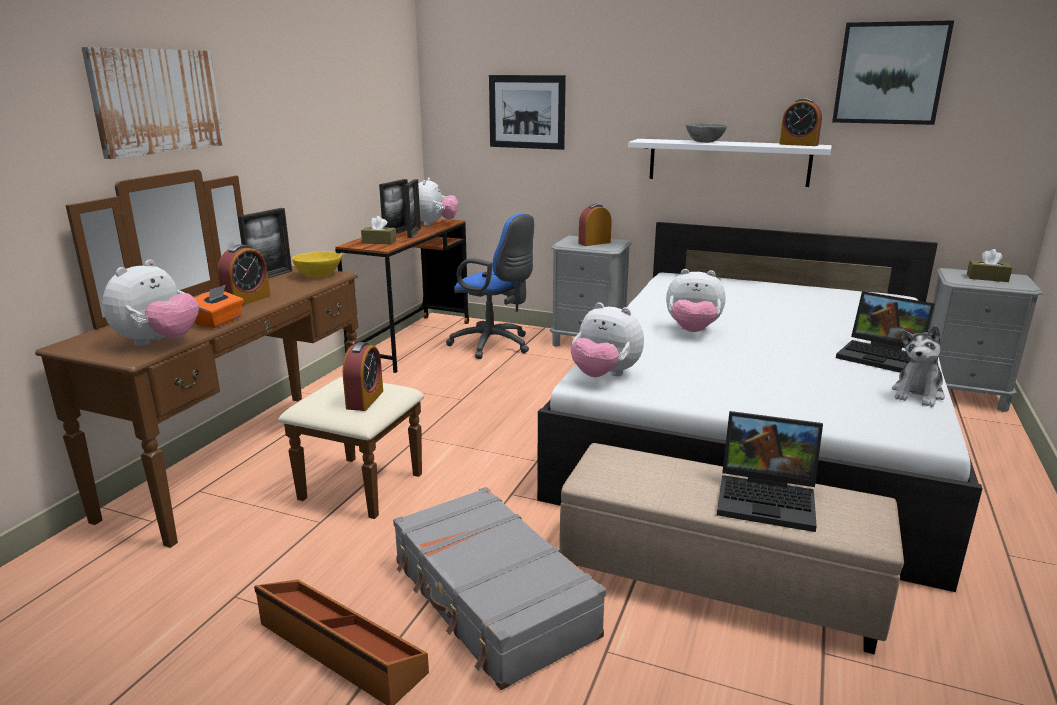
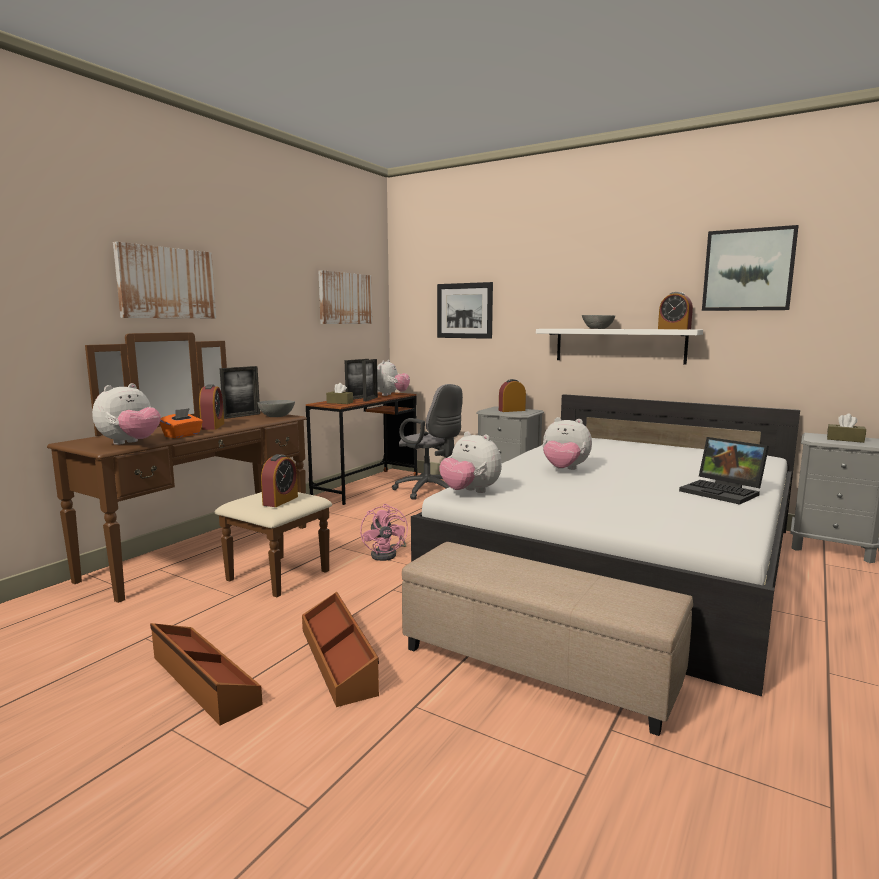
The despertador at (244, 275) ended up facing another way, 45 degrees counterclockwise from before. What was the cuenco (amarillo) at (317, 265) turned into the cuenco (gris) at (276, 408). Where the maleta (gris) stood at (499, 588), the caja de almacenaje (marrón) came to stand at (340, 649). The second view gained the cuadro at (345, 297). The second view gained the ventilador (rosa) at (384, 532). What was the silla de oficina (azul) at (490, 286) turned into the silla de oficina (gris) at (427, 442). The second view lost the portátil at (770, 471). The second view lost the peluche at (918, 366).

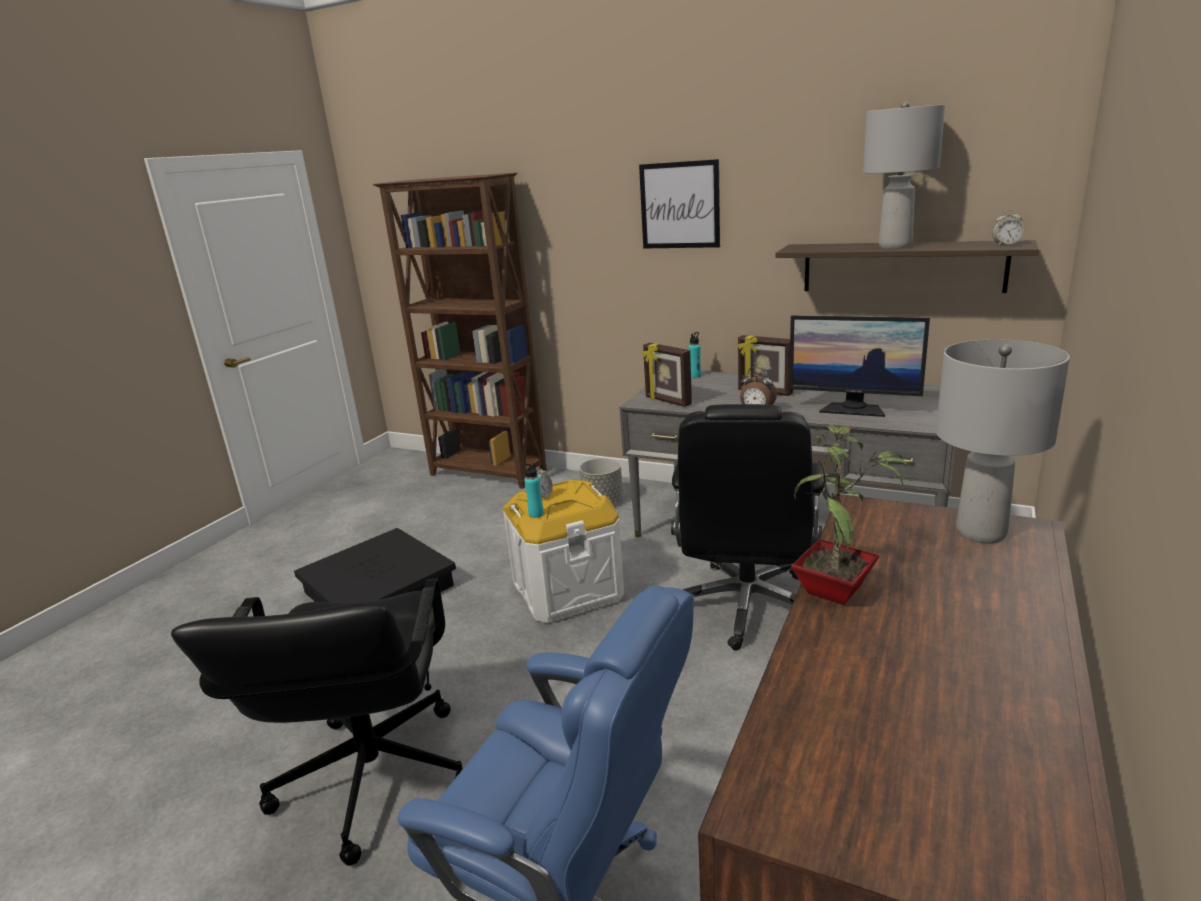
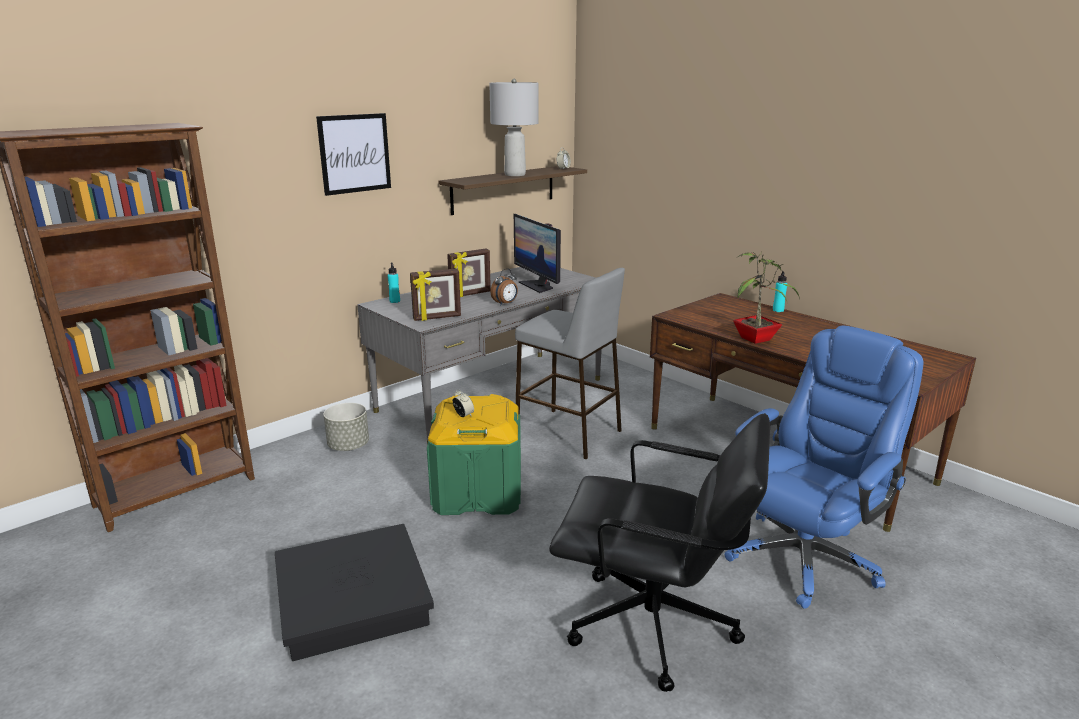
What was the caja de almacenaje (blanco) at (563, 551) turned into the caja de almacenaje (verde) at (474, 454). The monitor at (859, 366) ended up facing another way, 105 degrees clockwise from before. Where the silla de oficina (negro) stood at (747, 527), the taburete (gris) came to stand at (570, 363). The botella (turquesa) ended up elsewhere, having gone from (533, 490) to (780, 291). The second view lost the lámpara de mesa (gris) at (1003, 441).

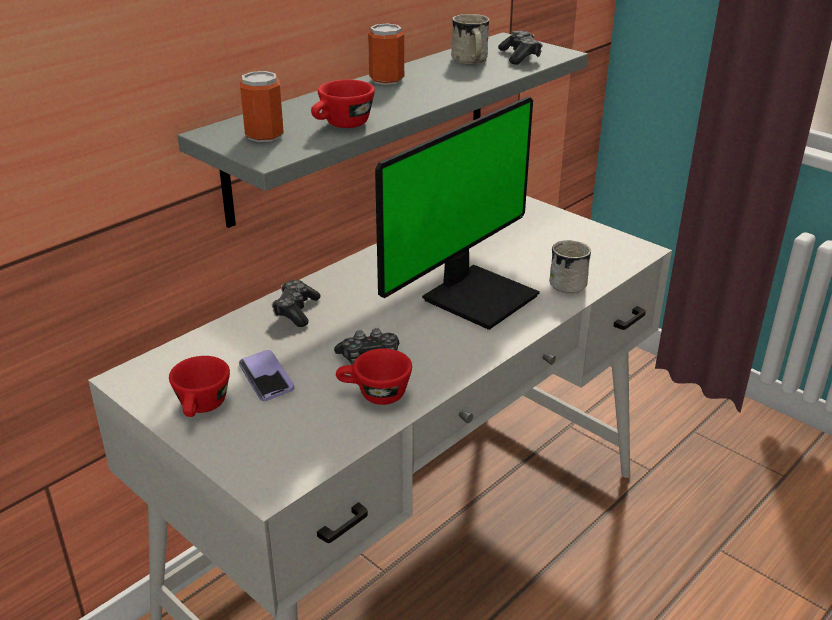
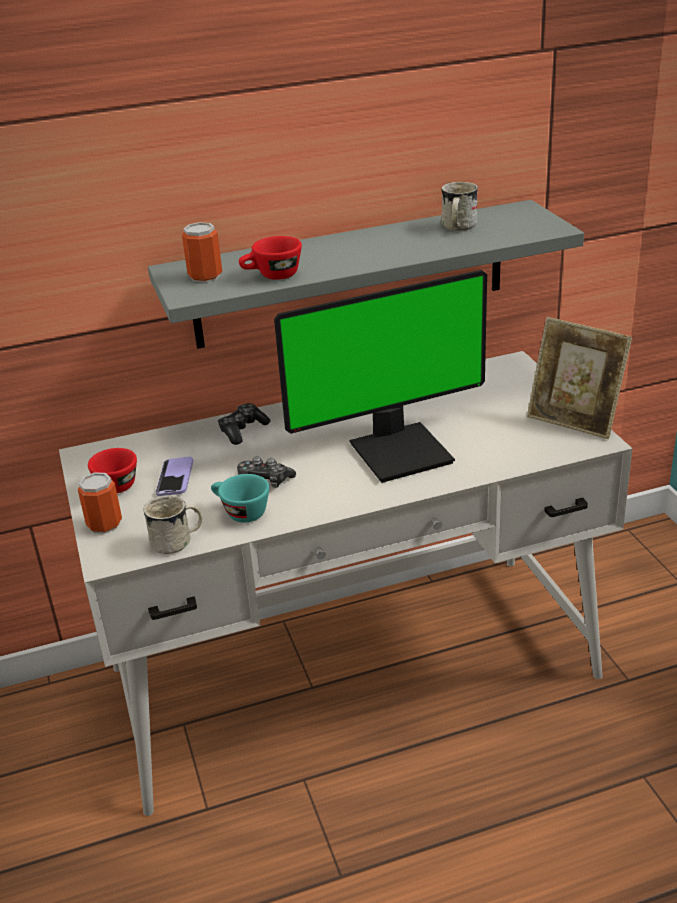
The lata ended up elsewhere, having gone from (386, 54) to (100, 503). The taza grande (blanco) ended up elsewhere, having gone from (570, 267) to (172, 524). What was the taza (rojo) at (374, 376) turned into the taza (turquesa) at (240, 498). The second view gained the portarretratos at (579, 378). The second view lost the mando de consola at (520, 48).

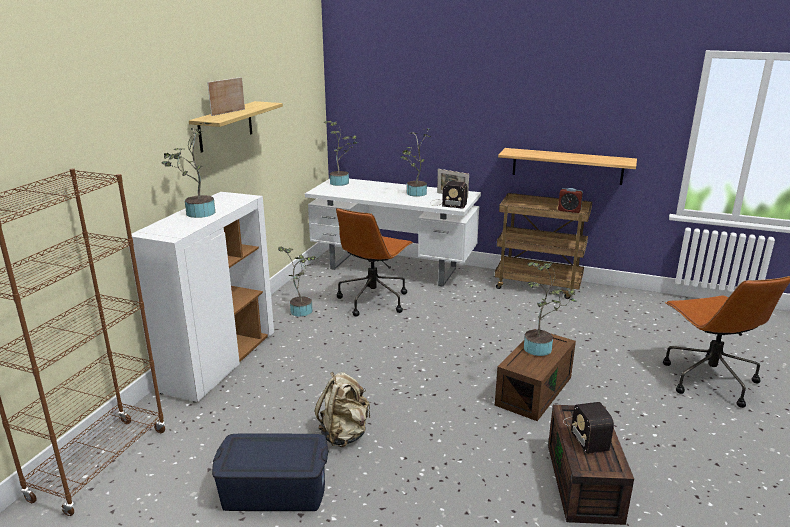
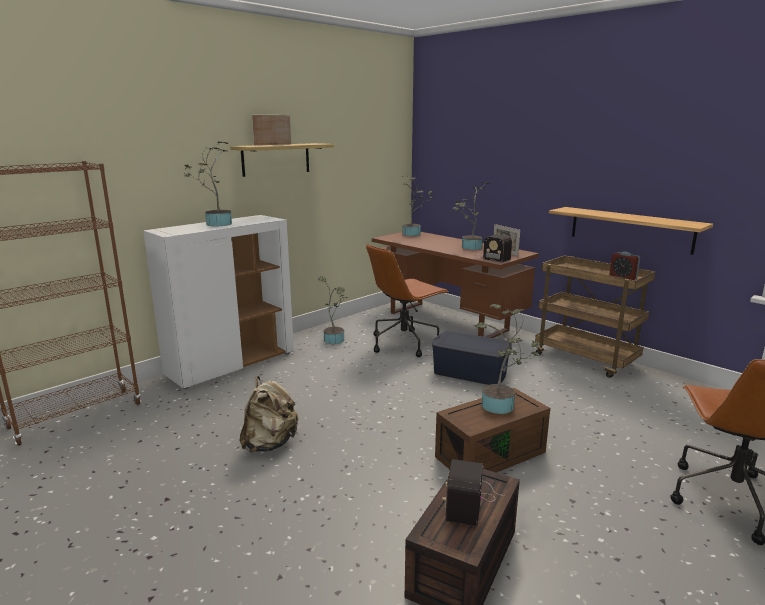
What was the escritorio (blanco) at (393, 233) turned into the escritorio (marrón) at (455, 285). The caja de almacenaje (azul) ended up elsewhere, having gone from (270, 472) to (472, 358).

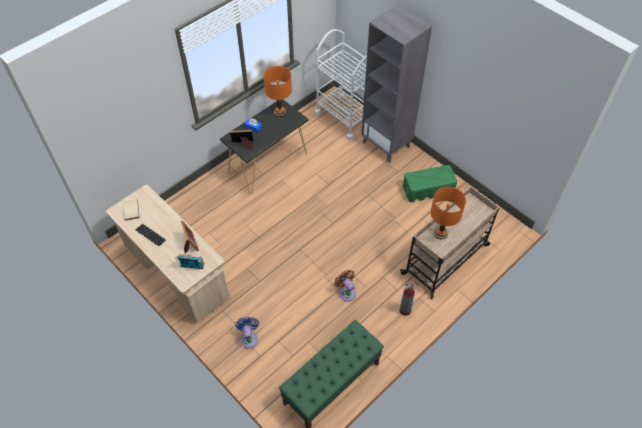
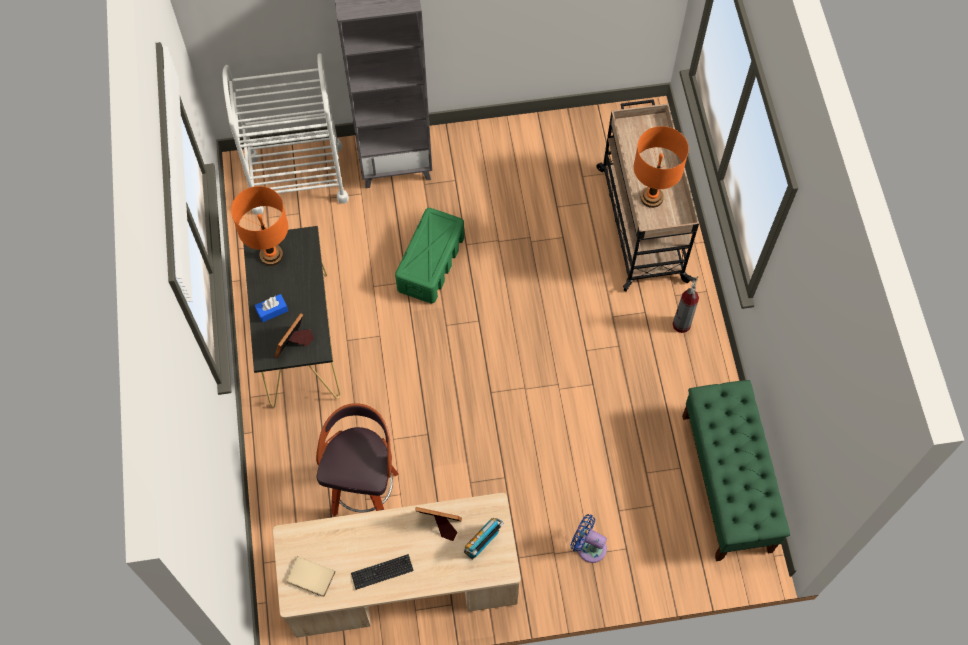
The second view gained the taburete at (357, 459). The caja de almacenaje (verde) ended up elsewhere, having gone from (430, 183) to (429, 255). The second view lost the ventilador (marrón) at (345, 286).

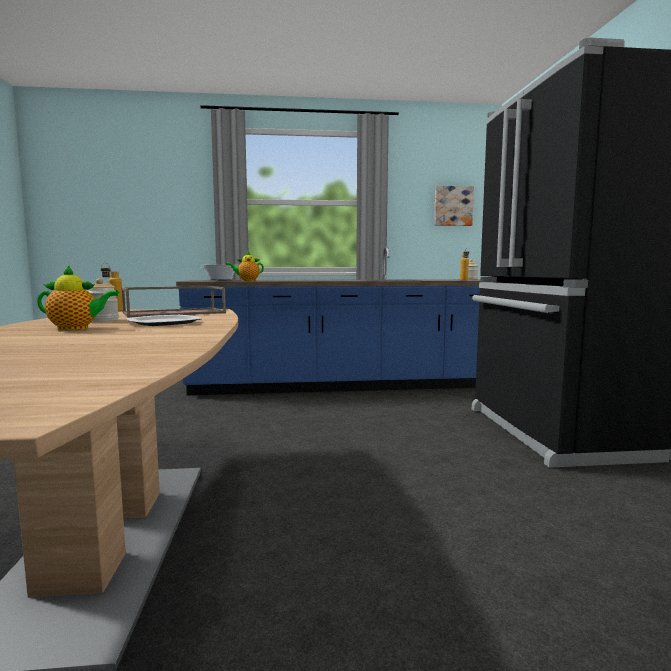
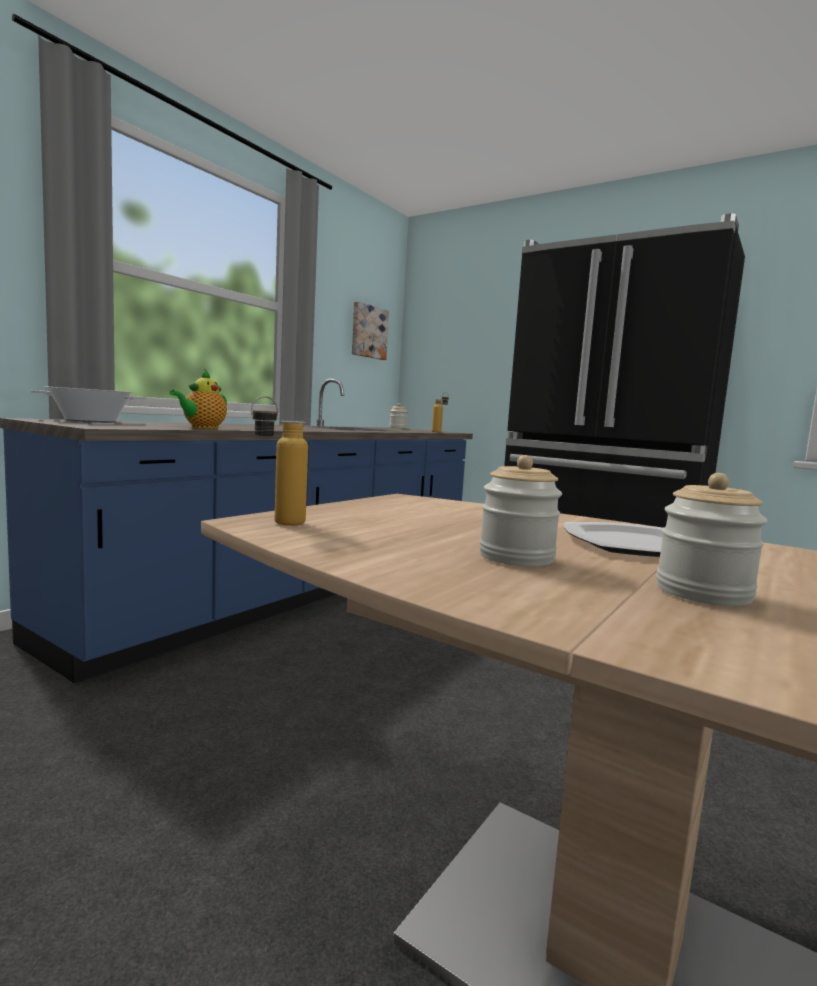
Where the tetera stood at (78, 297), the tarro came to stand at (711, 539). The second view lost the bandeja (marrón) at (173, 302).

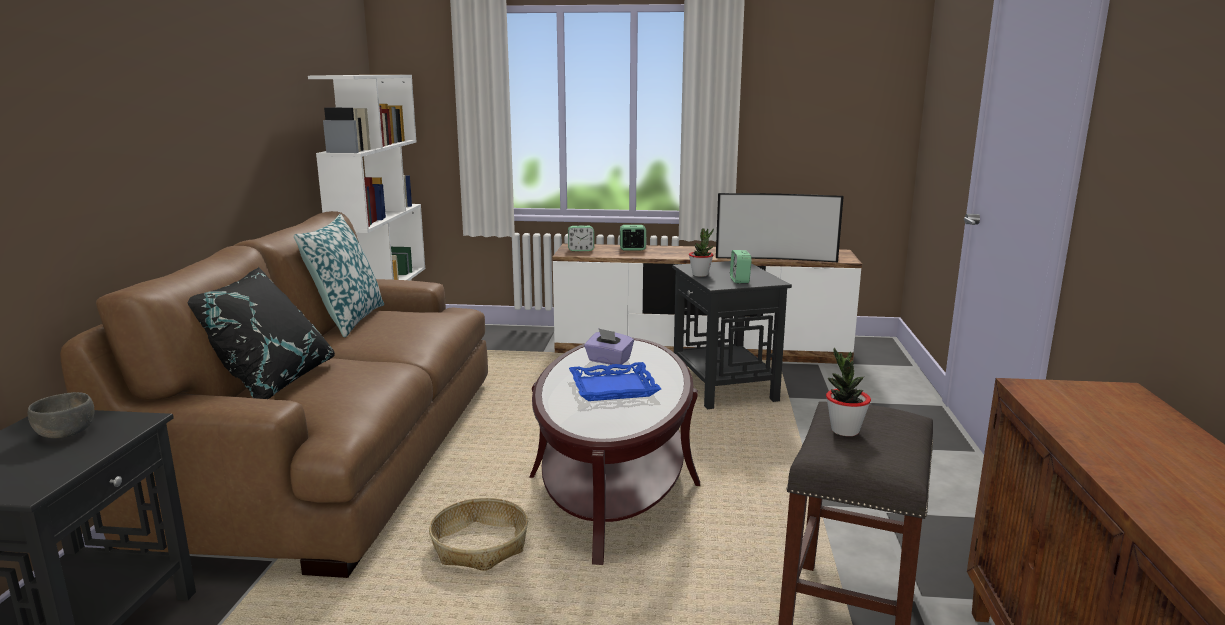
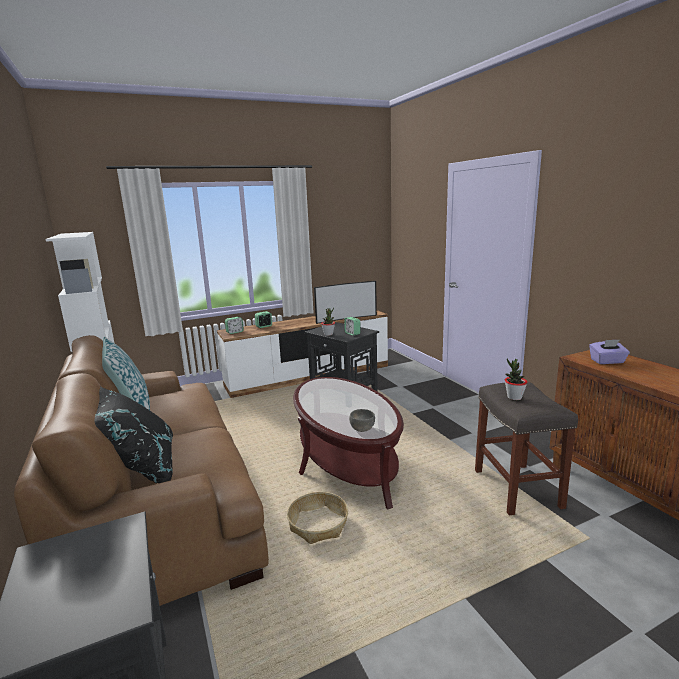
The cuenco (gris) ended up elsewhere, having gone from (61, 415) to (362, 420). The caja de pañuelos (morado) ended up elsewhere, having gone from (609, 347) to (609, 352). The second view lost the bandeja (azul) at (615, 381).

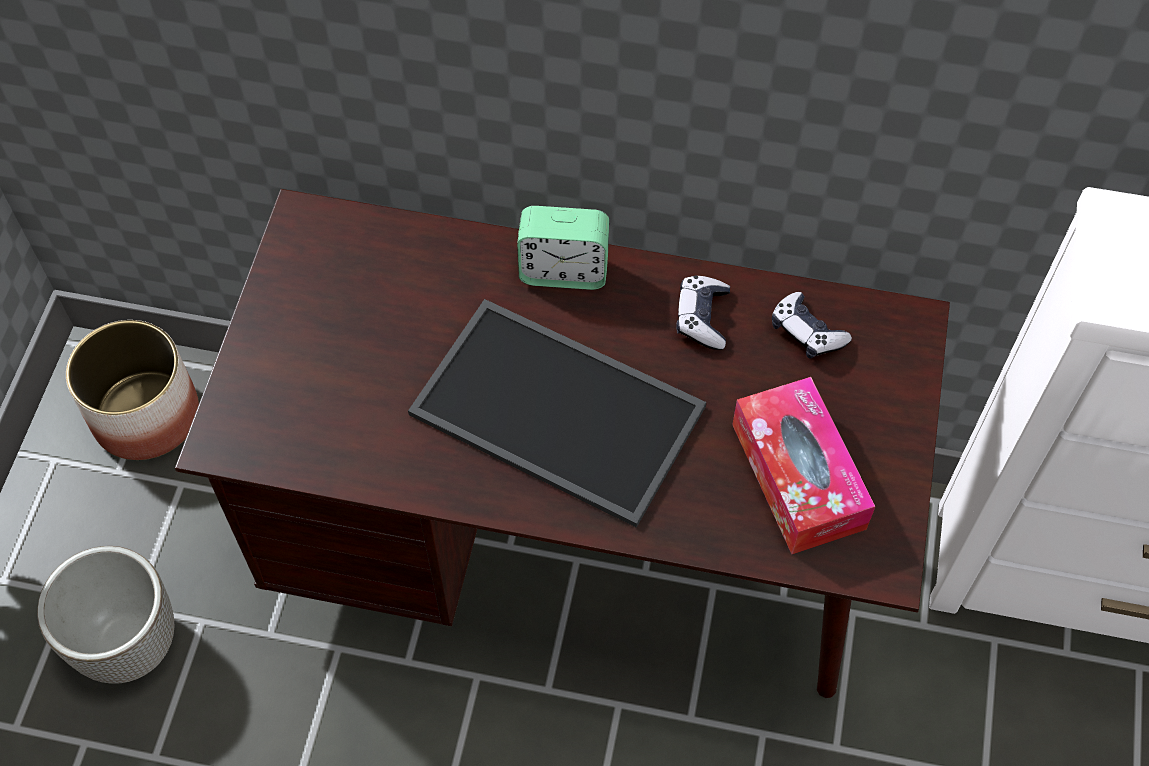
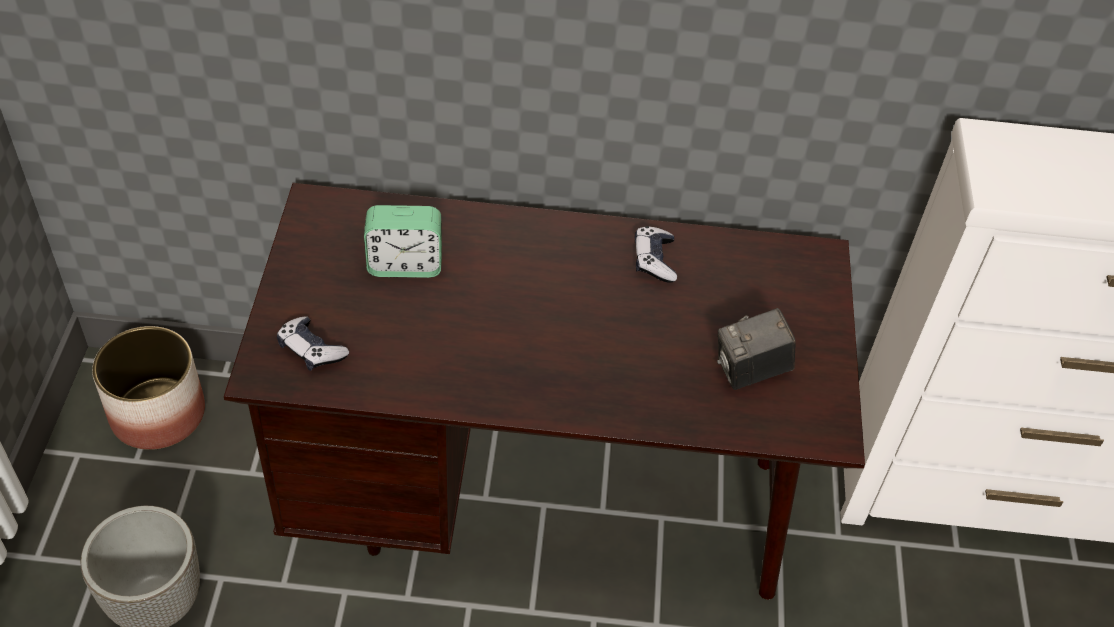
The mando de consola ended up elsewhere, having gone from (812, 325) to (313, 344). The despertador ended up elsewhere, having gone from (563, 248) to (403, 241). Where the caja de pañuelos stood at (803, 465), the cámara came to stand at (756, 349). The second view lost the bandeja at (557, 413).

